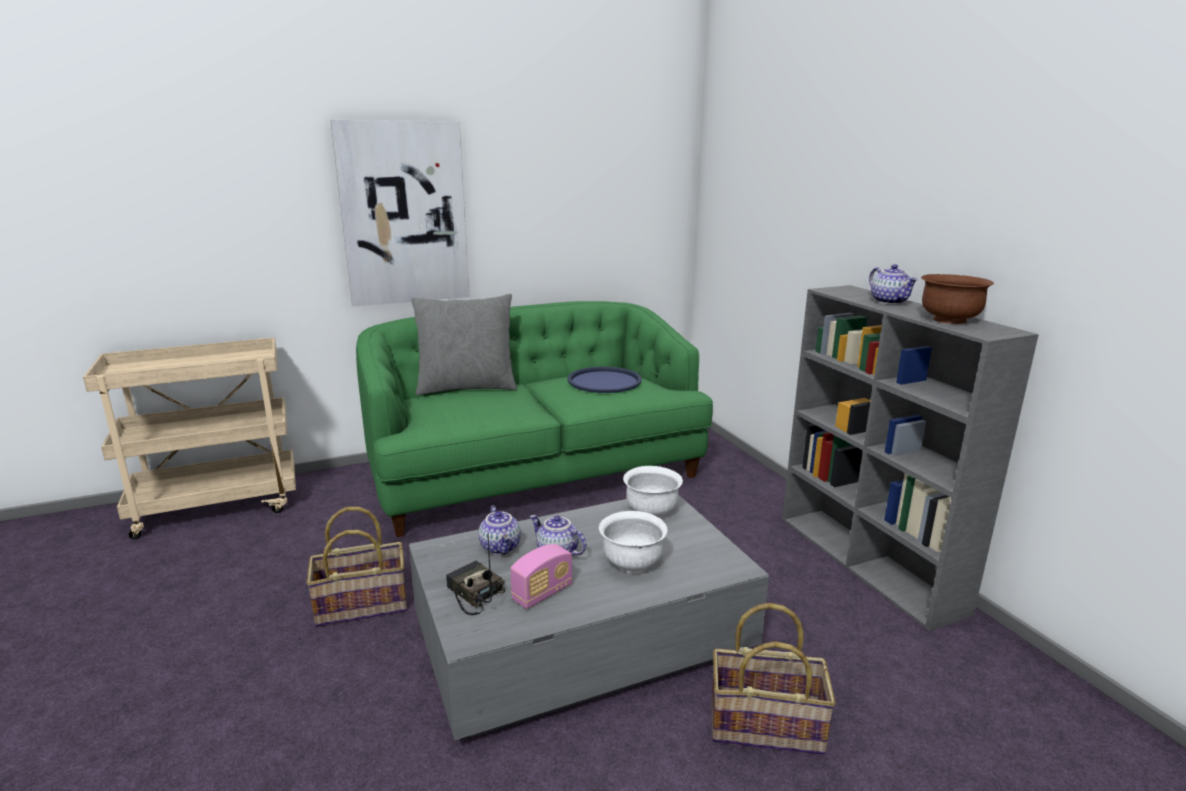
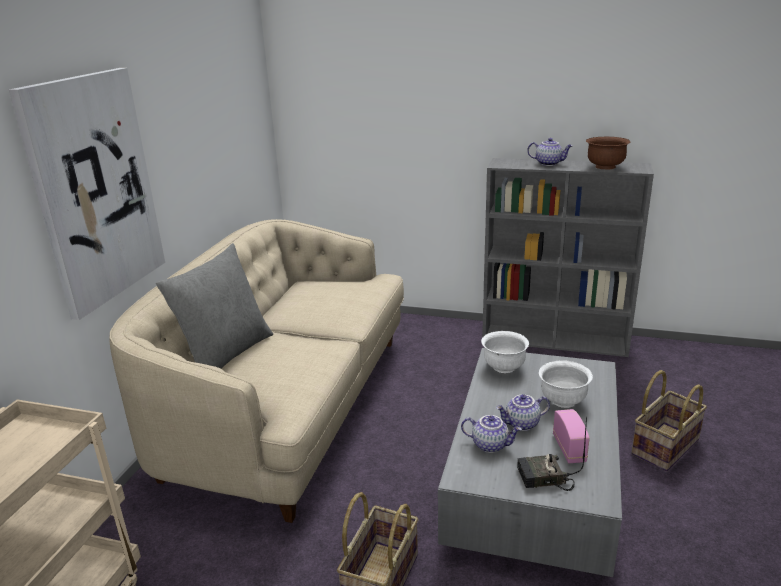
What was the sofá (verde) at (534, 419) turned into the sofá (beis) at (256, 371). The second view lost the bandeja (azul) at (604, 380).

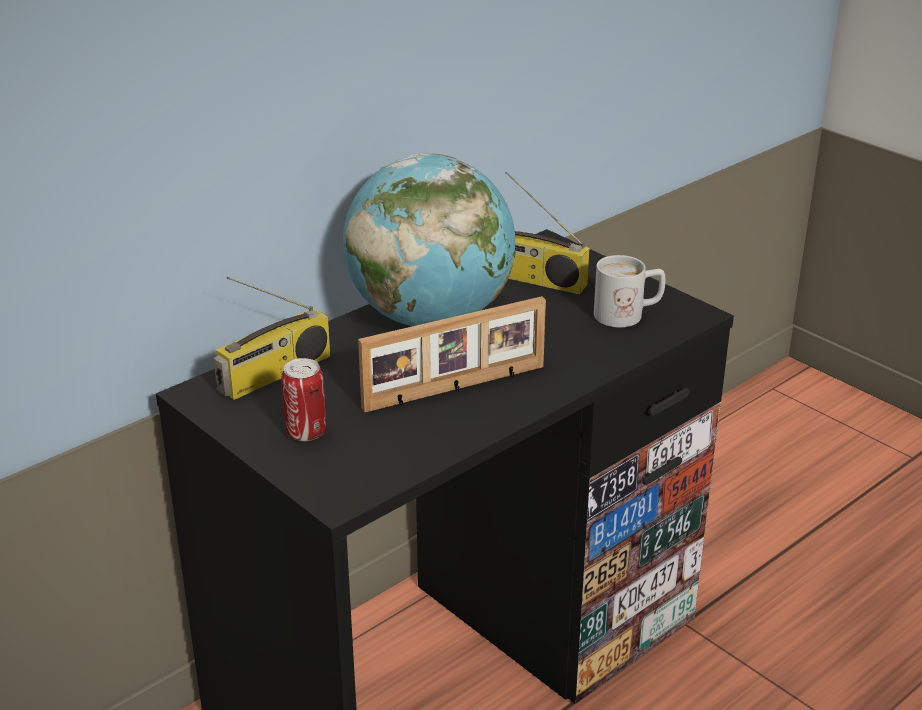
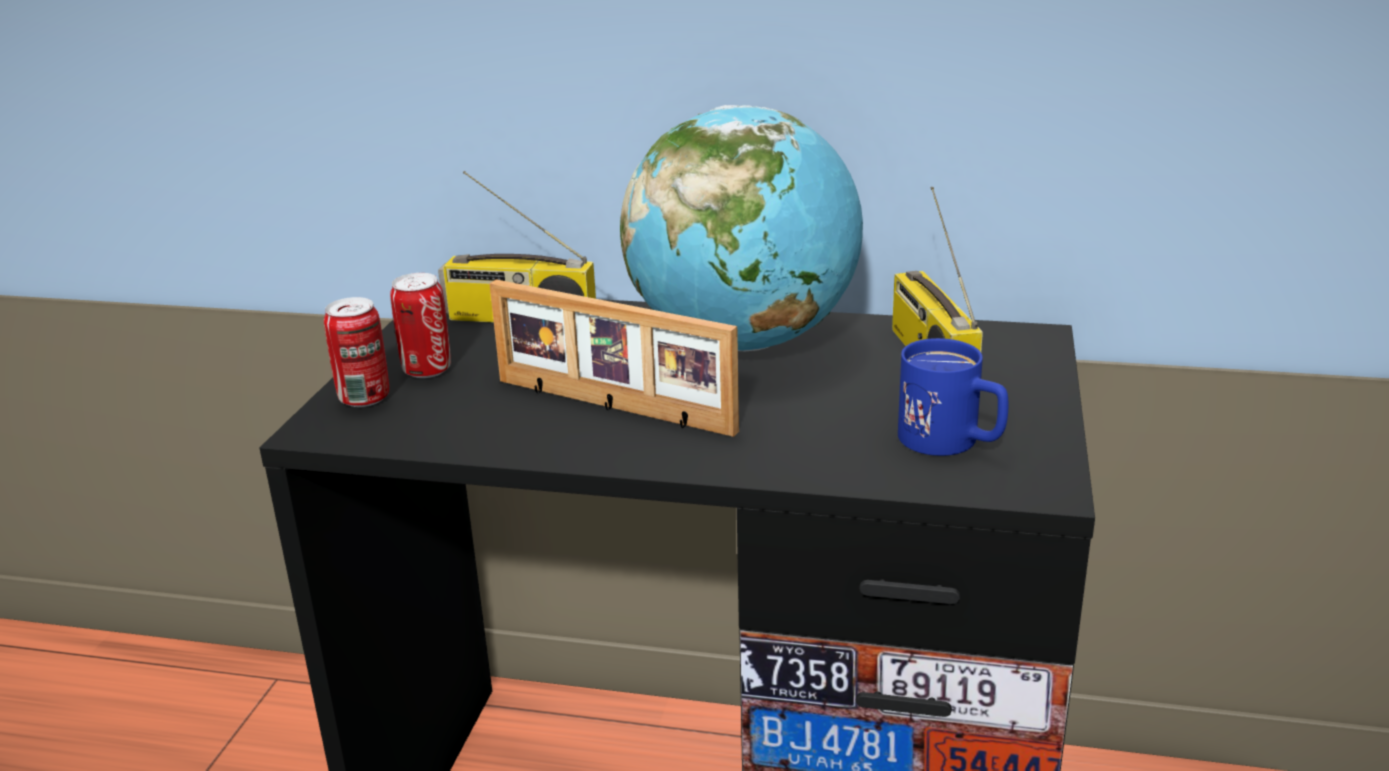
The second view gained the lata at (356, 352). What was the taza grande (blanco) at (629, 291) turned into the taza grande (azul) at (953, 397).

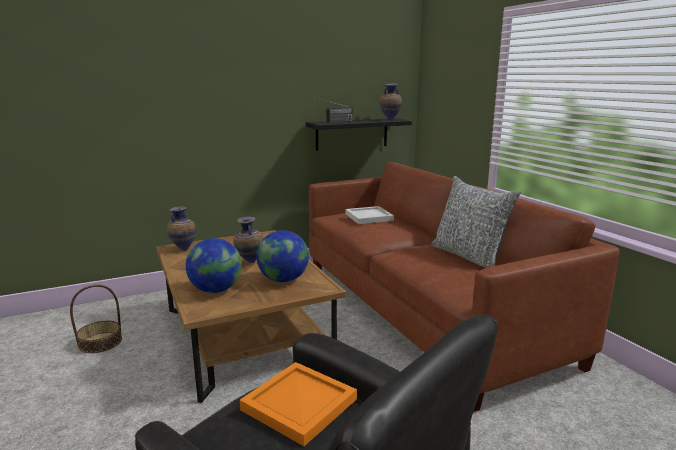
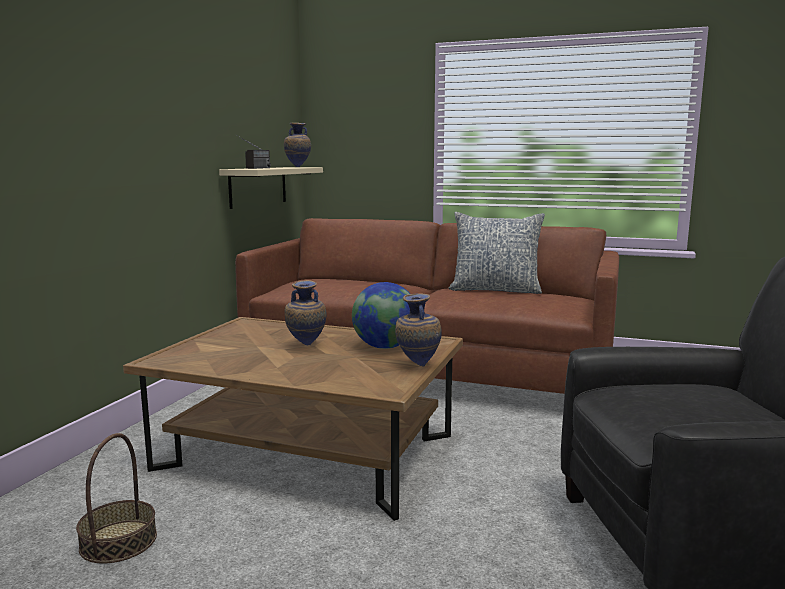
What was the estante (negro) at (358, 134) turned into the estante (beis) at (271, 188). The florero ended up elsewhere, having gone from (181, 228) to (418, 329). The second view lost the globo terráqueo at (214, 265). The second view lost the bandeja (naranja) at (298, 404). The second view lost the bandeja (blanco) at (370, 215).

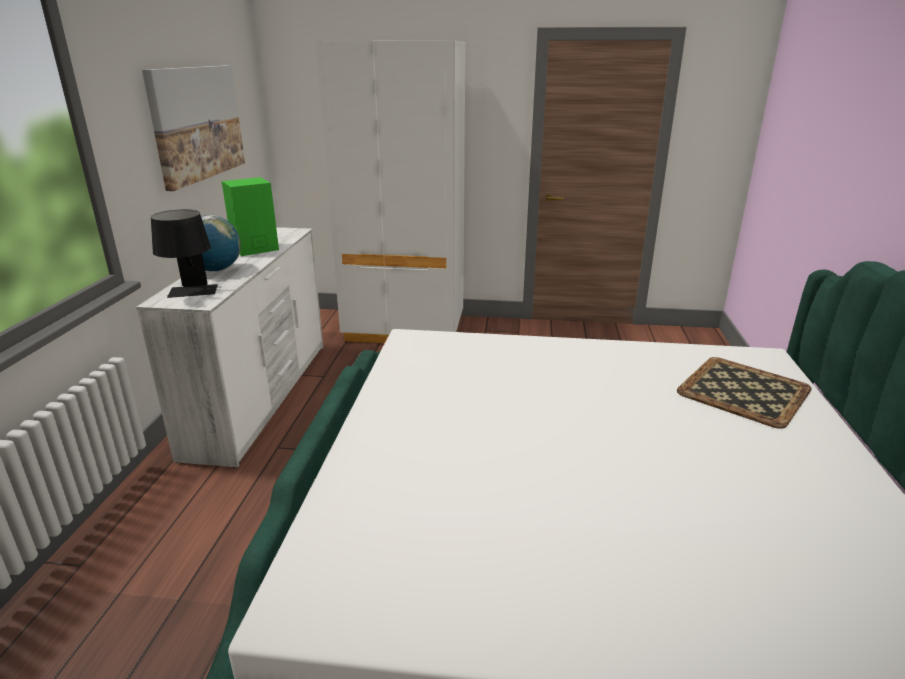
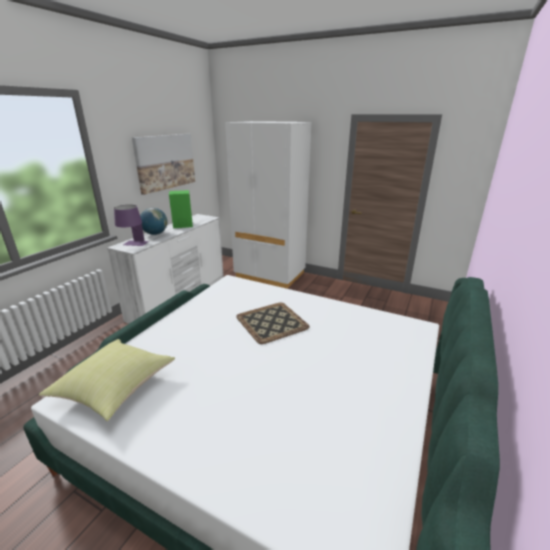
The second view gained the cojín (amarillo) at (107, 380). What was the lámpara de mesa (negro) at (184, 253) turned into the lámpara de mesa (morado) at (131, 225). The bandeja ended up elsewhere, having gone from (744, 393) to (272, 323).

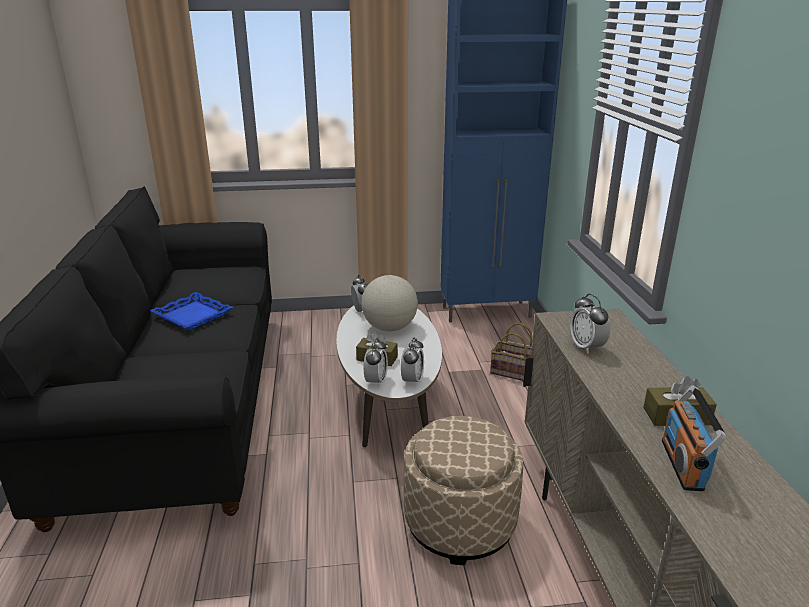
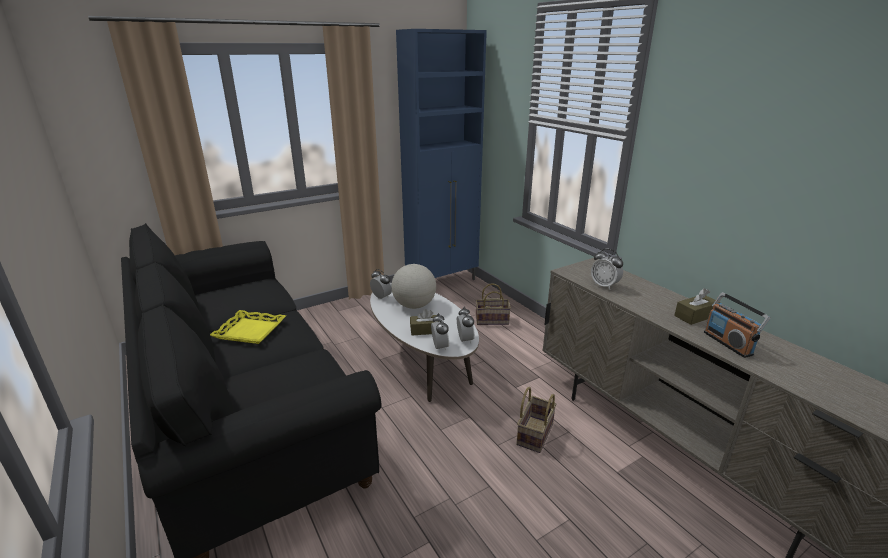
What was the bandeja (azul) at (191, 311) turned into the bandeja (amarillo) at (248, 327). Where the puf (beis) stood at (463, 490), the cesta came to stand at (536, 420).

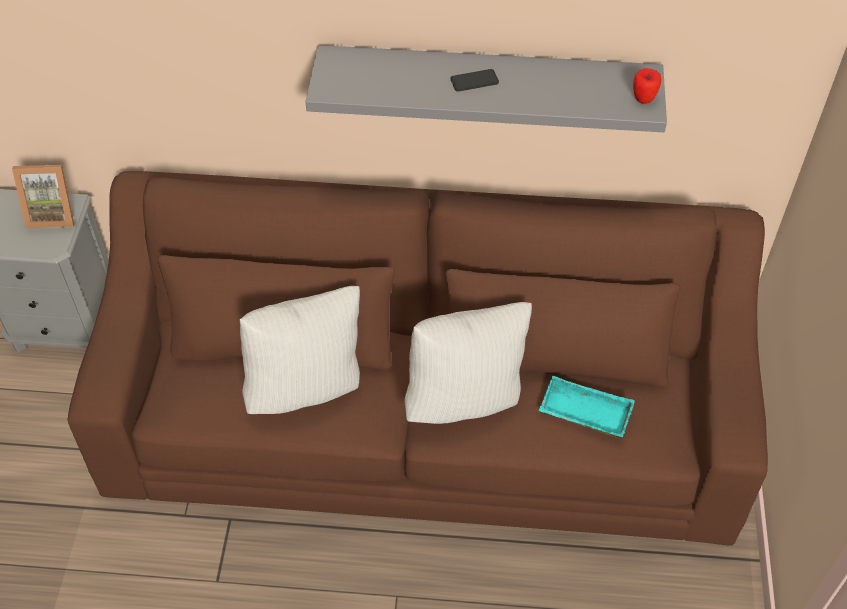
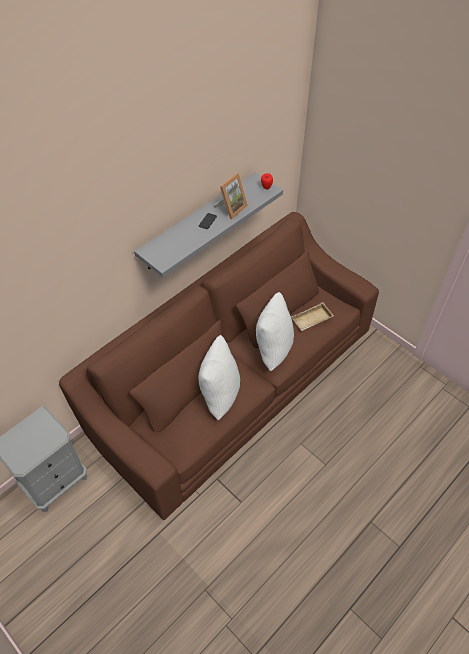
The portarretratos ended up elsewhere, having gone from (43, 196) to (231, 196). What was the bandeja (turquesa) at (586, 406) turned into the bandeja (beis) at (312, 316).

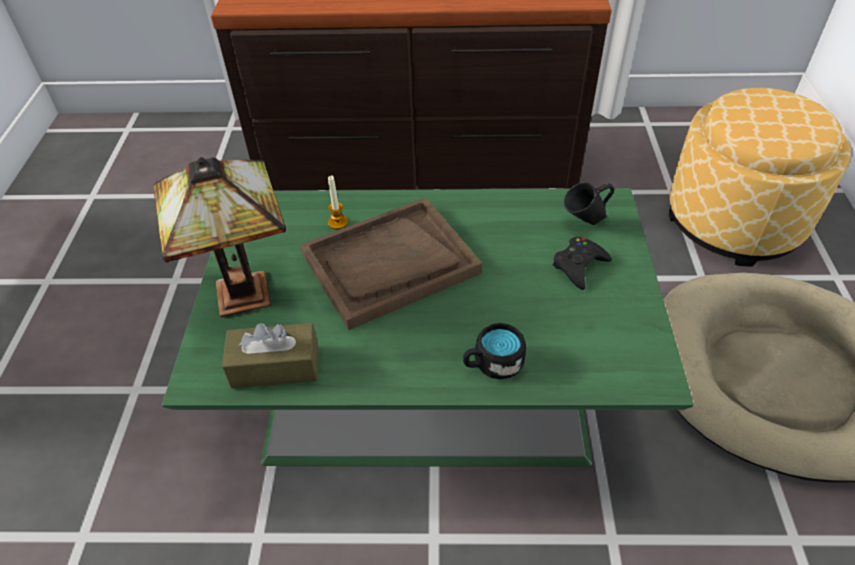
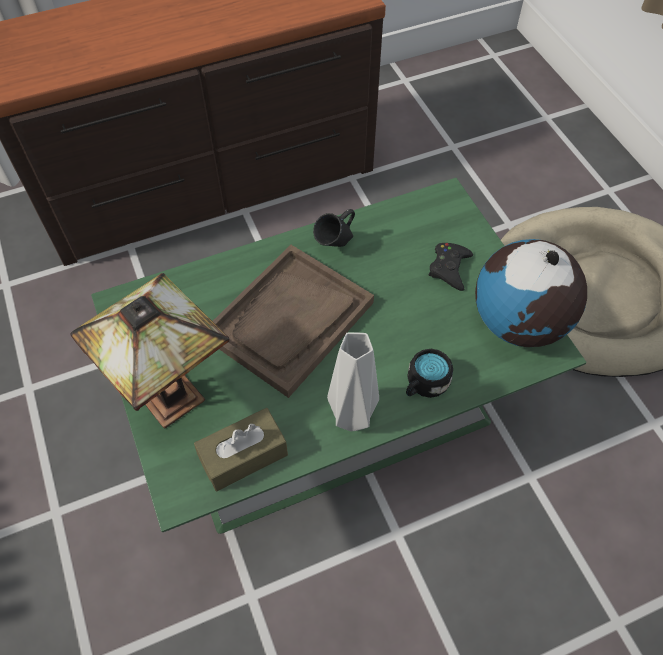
The taza grande (negro) ended up elsewhere, having gone from (589, 203) to (334, 228). The second view gained the florero (gris) at (353, 381). The second view gained the globo terráqueo at (531, 293). The second view lost the vela at (338, 202). The second view lost the puf at (760, 177).

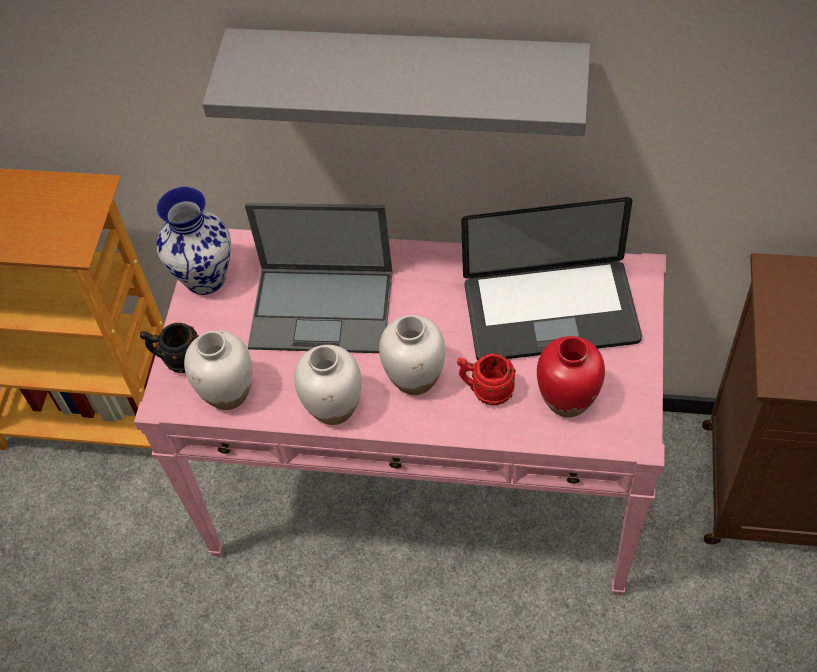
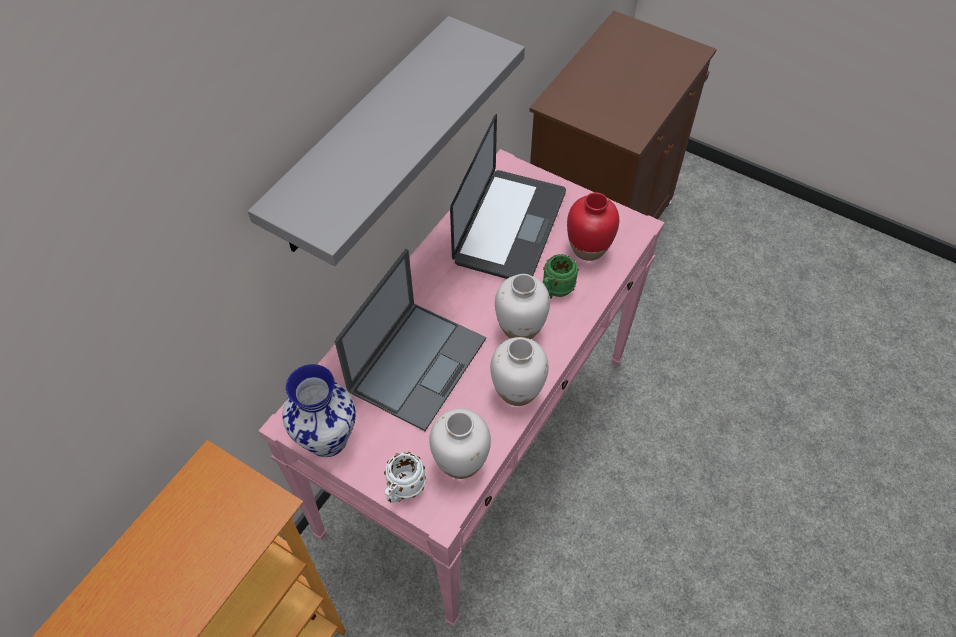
What was the taza grande (negro) at (169, 348) turned into the taza grande (blanco) at (405, 477). What was the taza grande (rojo) at (486, 379) turned into the taza grande (verde) at (561, 276).

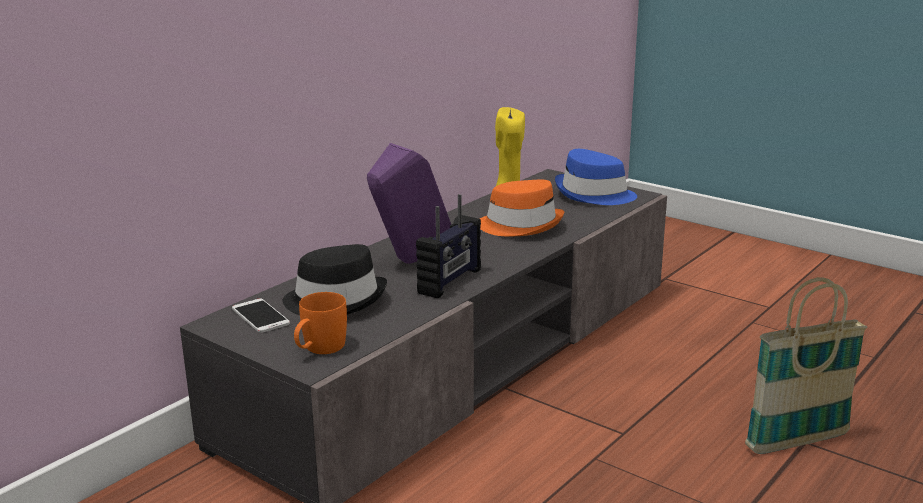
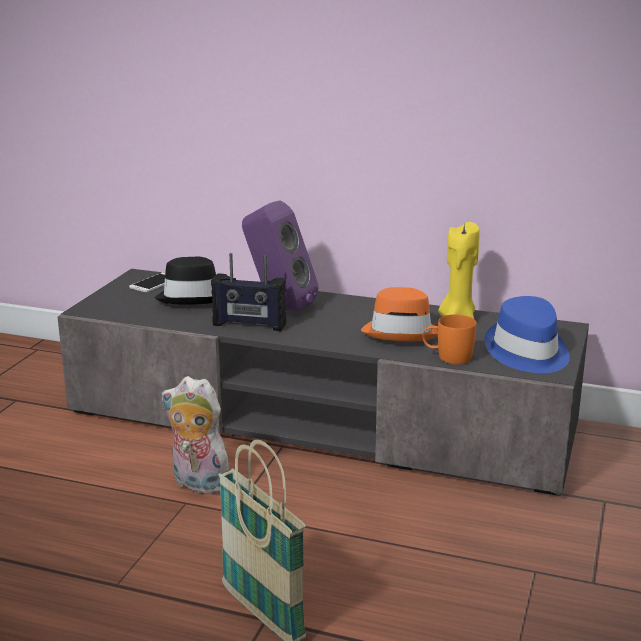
The second view gained the peluche at (195, 435). The taza grande (naranja) ended up elsewhere, having gone from (320, 323) to (449, 339).

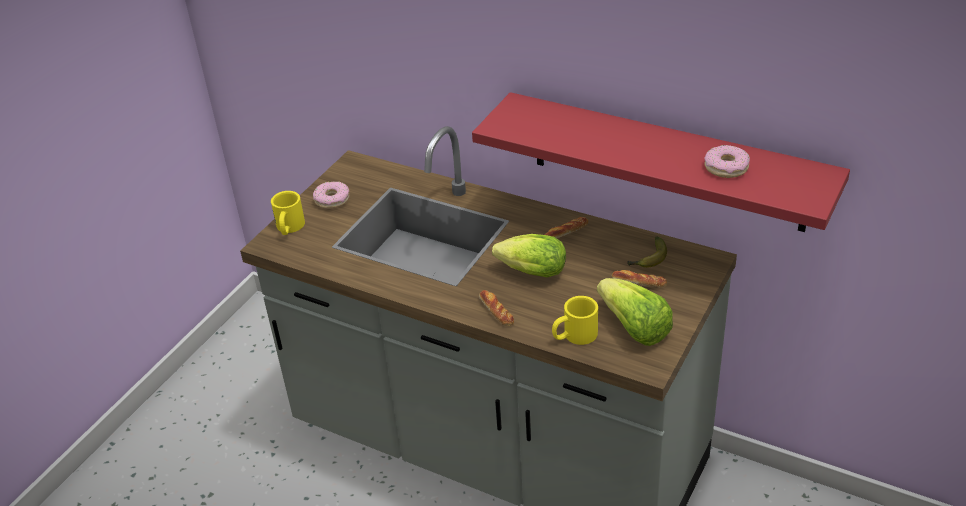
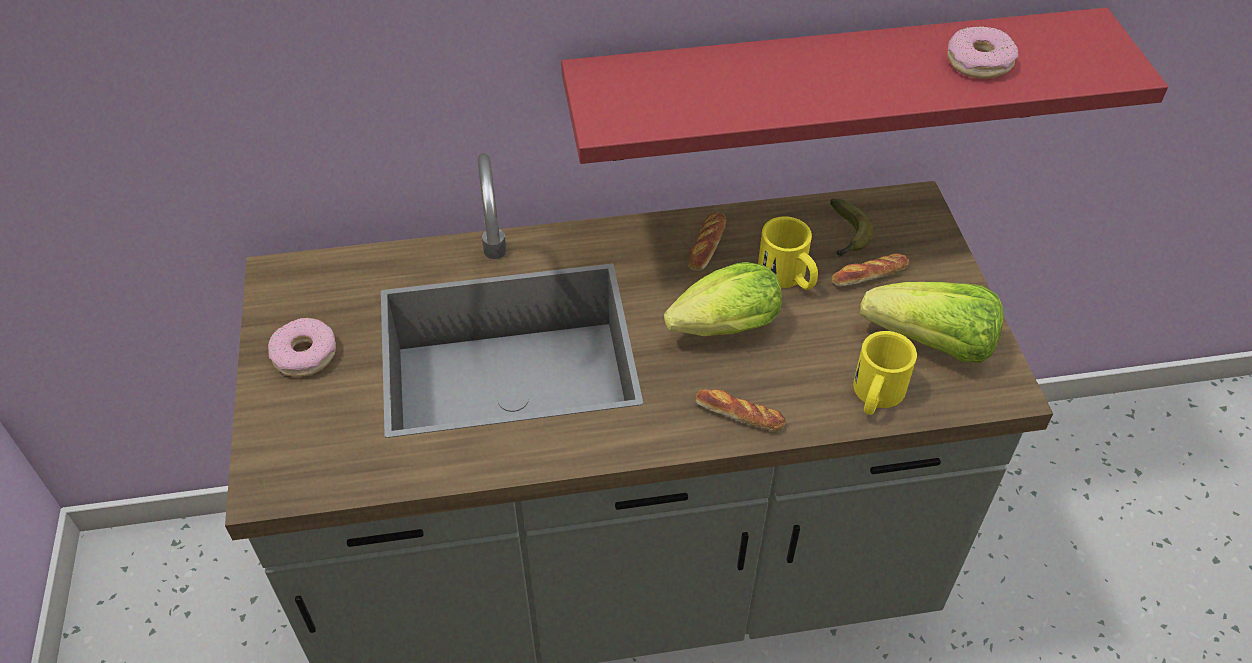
The taza grande (amarillo) ended up elsewhere, having gone from (288, 213) to (788, 253).

